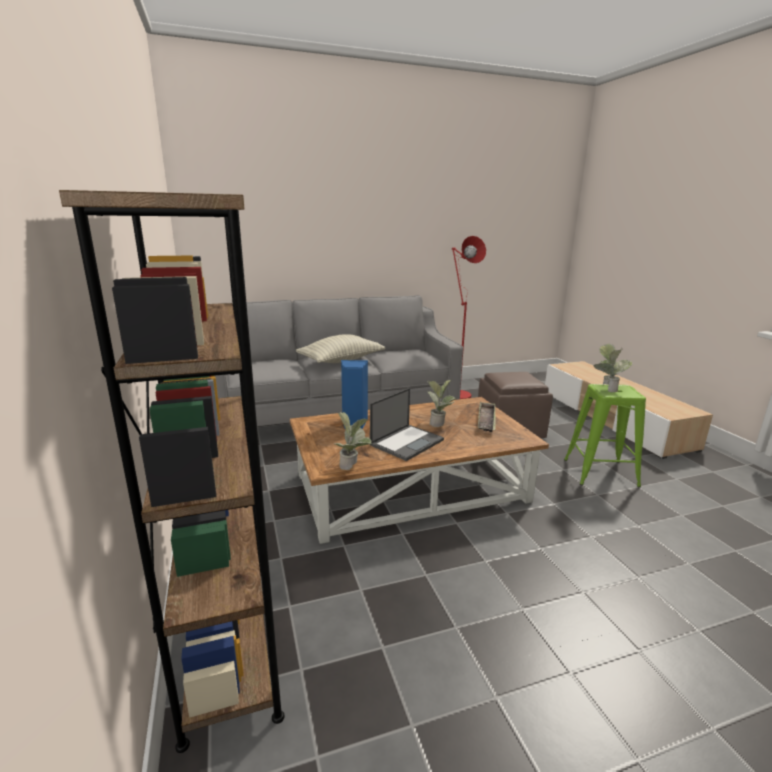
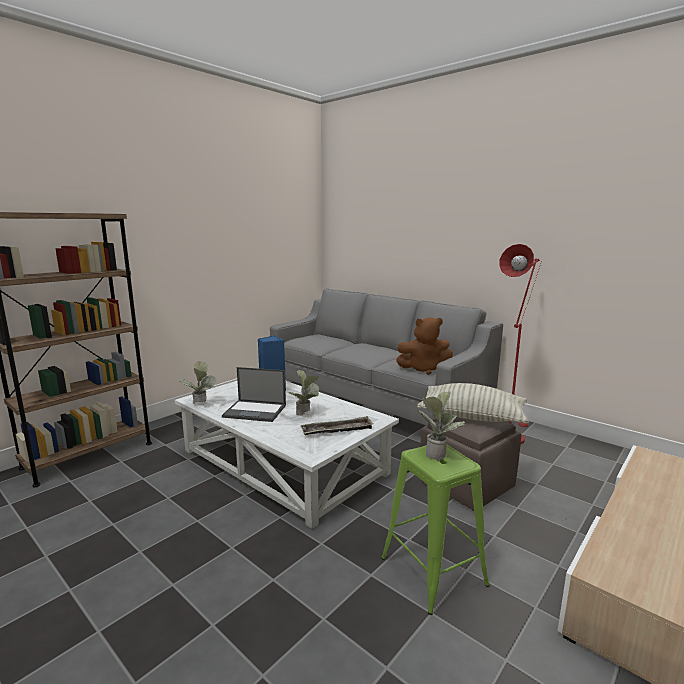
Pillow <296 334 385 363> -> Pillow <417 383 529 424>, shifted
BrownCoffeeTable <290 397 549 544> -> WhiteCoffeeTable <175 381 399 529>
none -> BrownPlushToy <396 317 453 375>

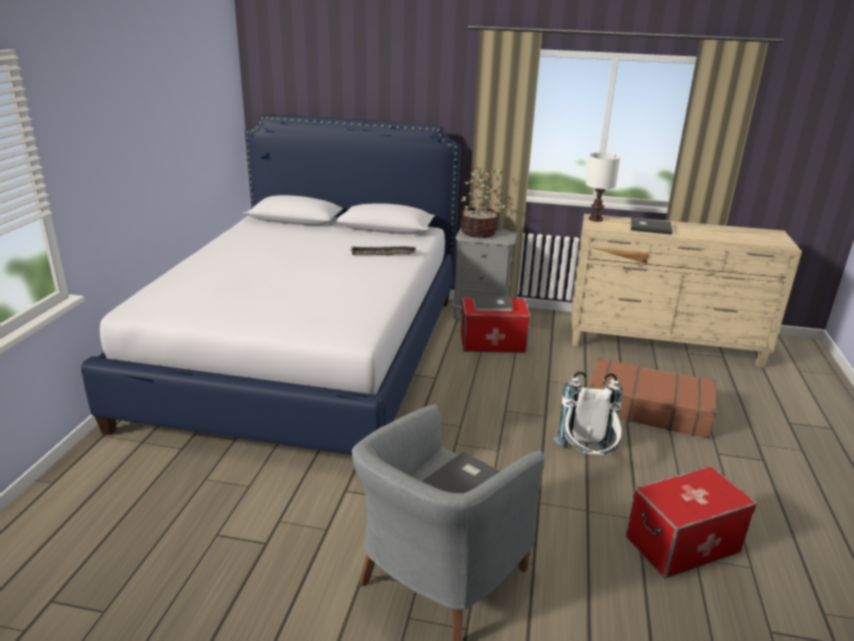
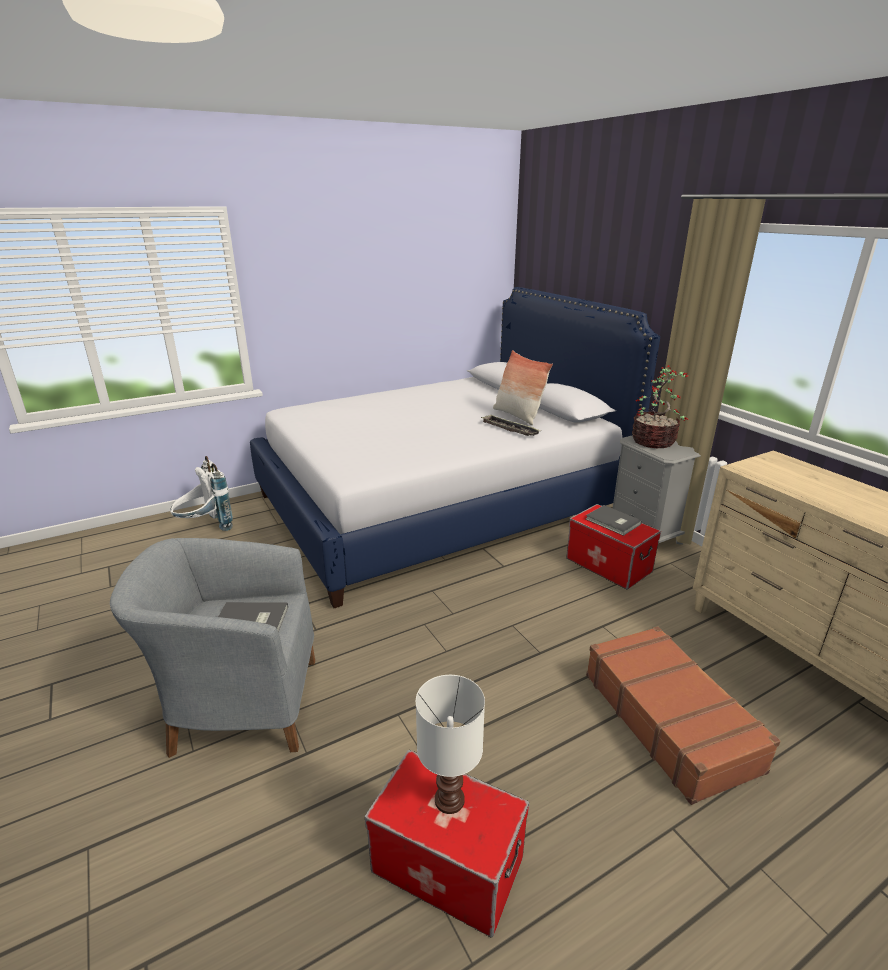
WhiteTableLamp <586 153 620 222> -> WhiteTableLamp <416 675 485 814>, shifted
GreyBook <630 218 673 235> -> none
WhiteBackpack <554 371 623 455> -> WhiteBackpack <170 456 233 531>, shifted
none -> Pillow <493 350 553 425>

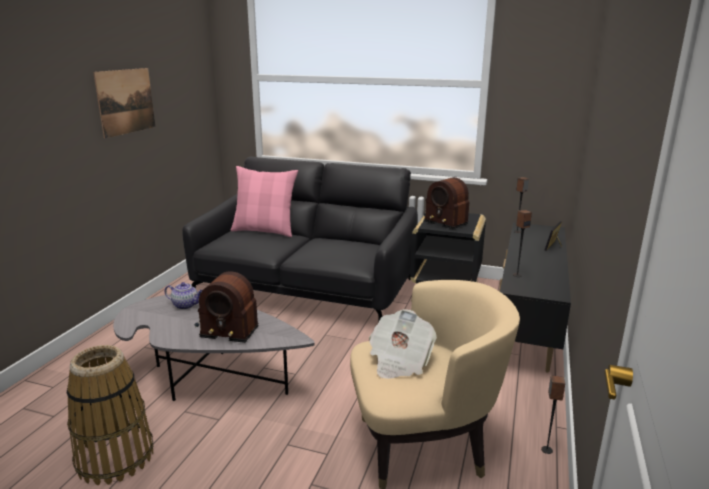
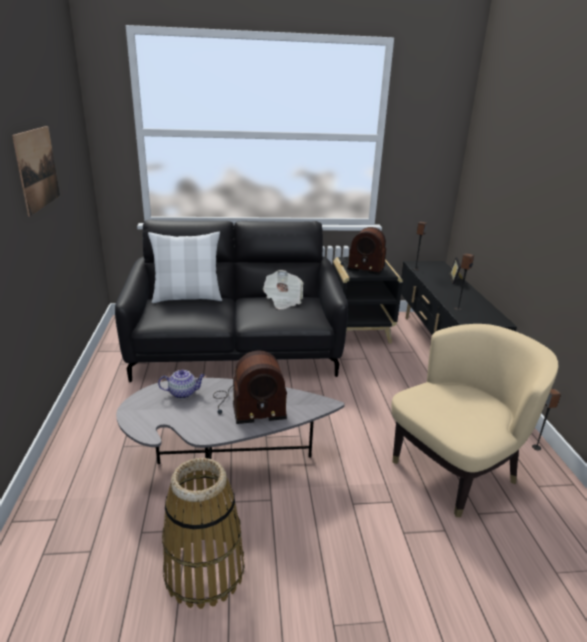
PinkPillow <231 166 298 237> -> WhitePillow <148 232 222 303>
Newspaper <369 309 437 379> -> Newspaper <263 270 303 309>, shifted

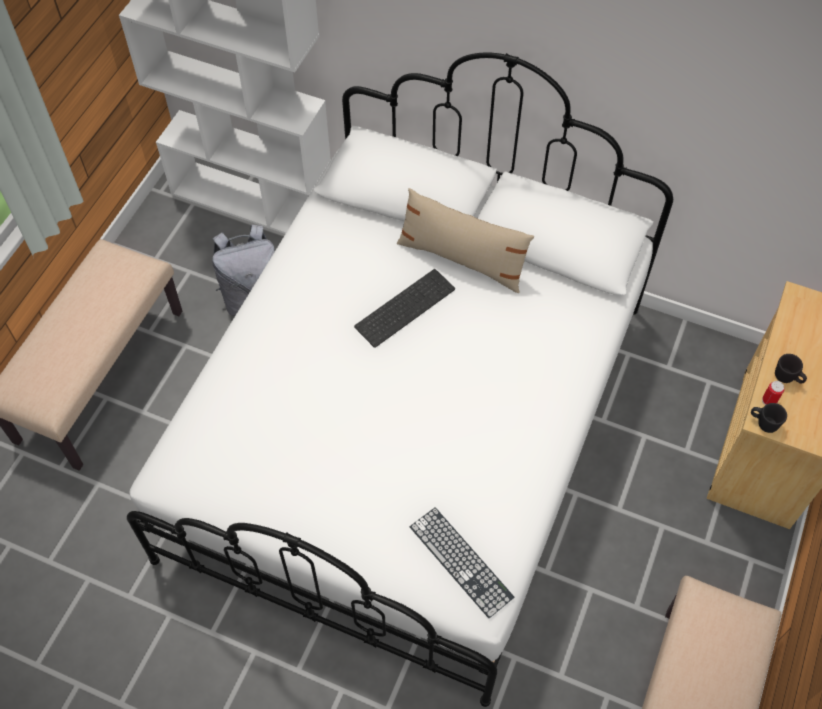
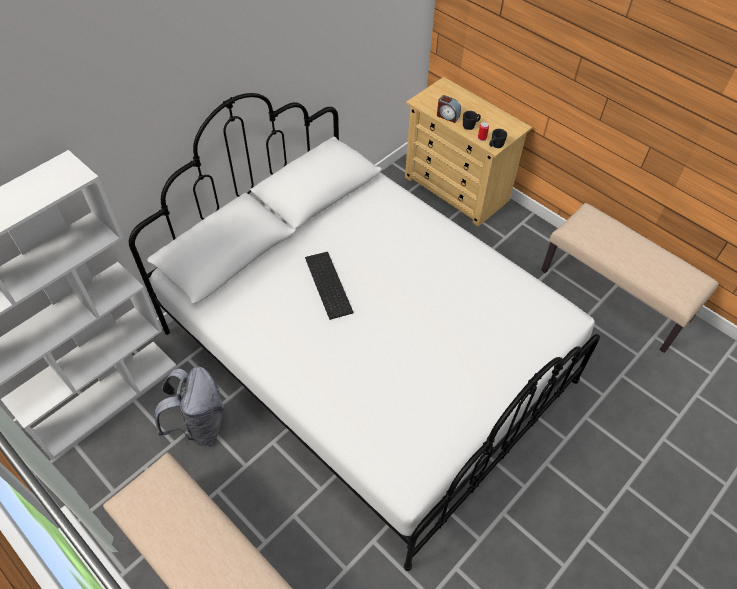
BeigePillow <397 188 534 293> -> none
Keyboard <410 508 514 618> -> none
none -> AlarmClock <437 95 461 123>

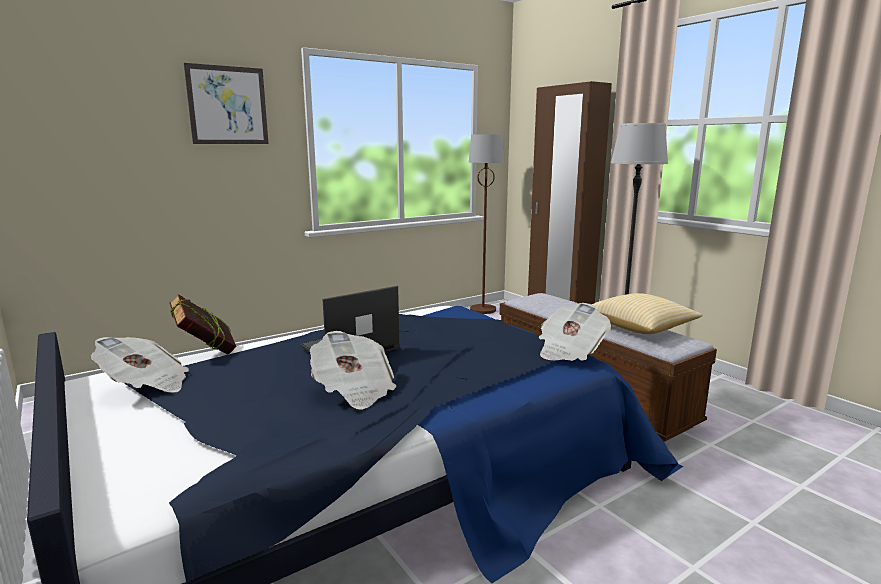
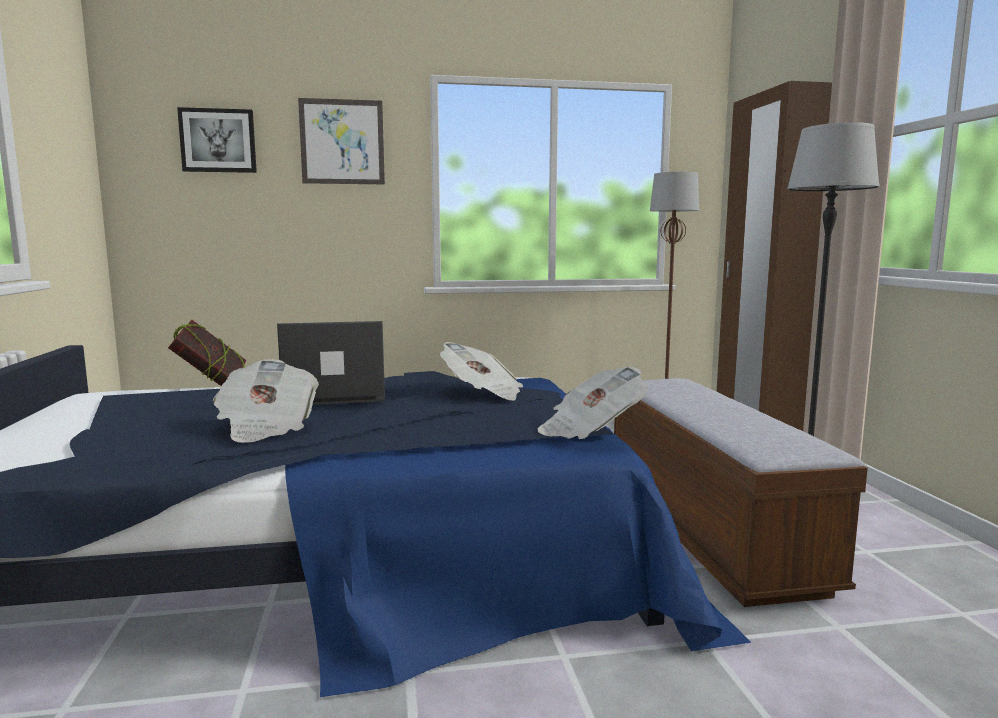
Pillow <592 293 703 334> -> none
Newspaper <91 337 189 393> -> Newspaper <440 342 523 401>, shifted
none -> Picture <177 107 257 173>

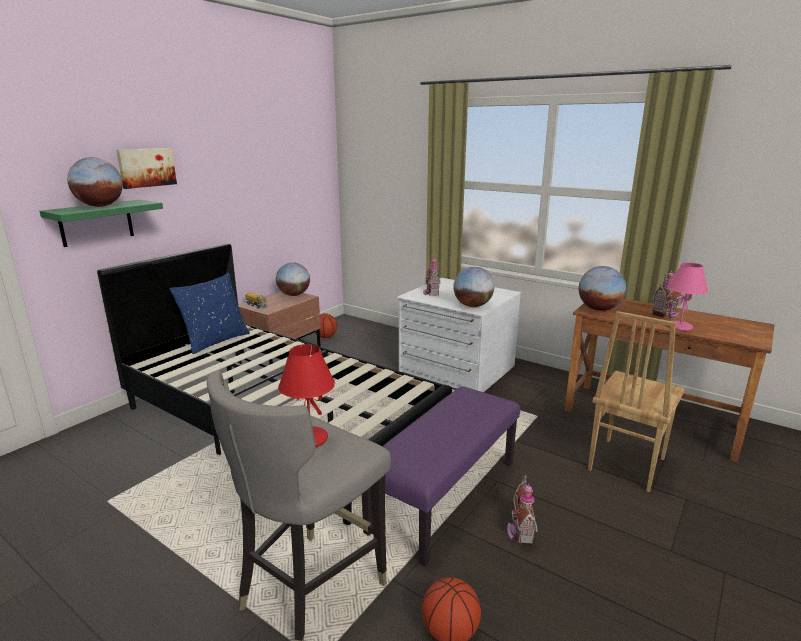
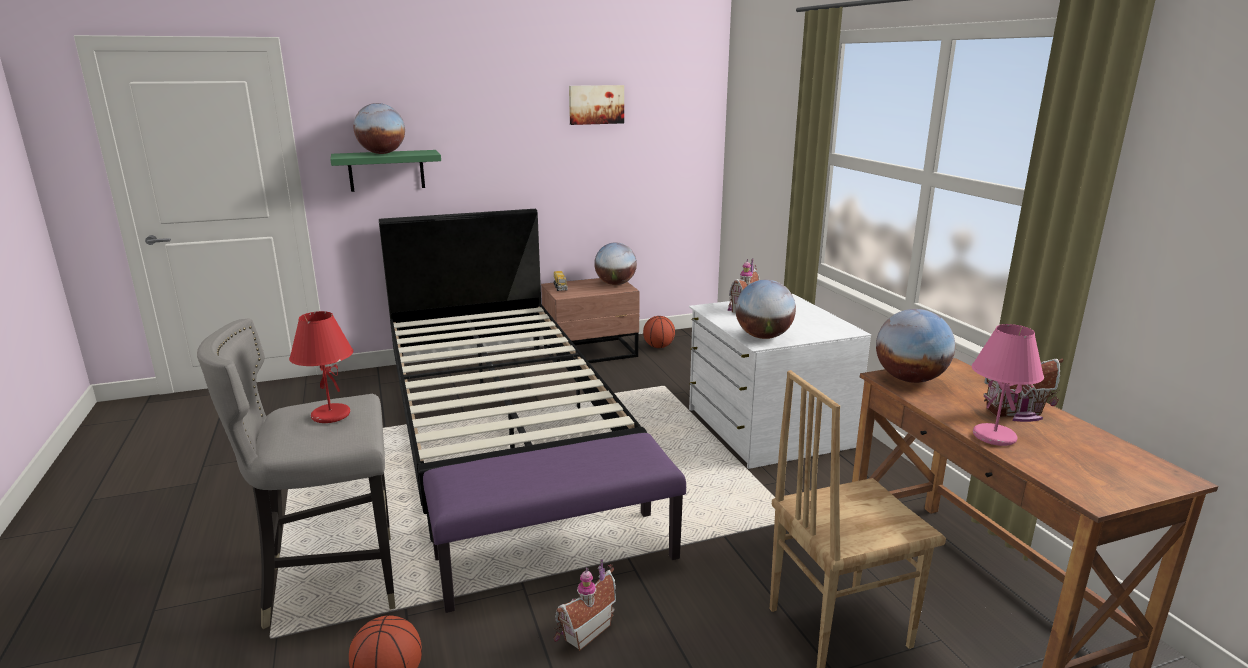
Picture <116 148 177 189> -> Picture <569 85 624 125>, shifted
BluePillow <170 273 250 354> -> none

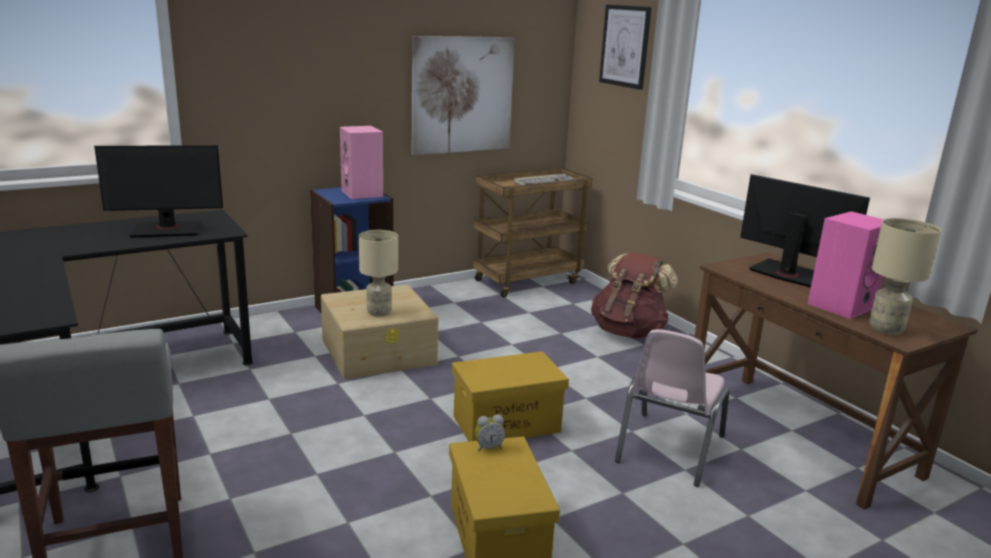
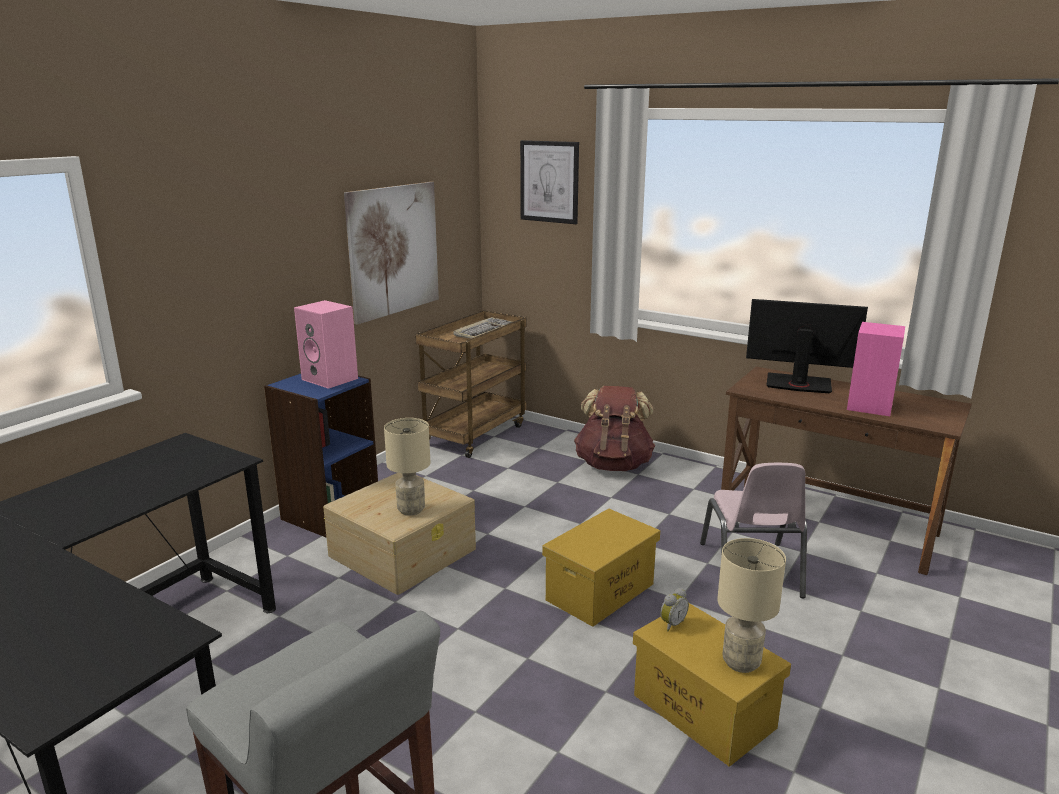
Monitor <94 145 223 238> -> none
BeigeTableLamp <869 218 941 335> -> BeigeTableLamp <717 538 786 673>, shifted

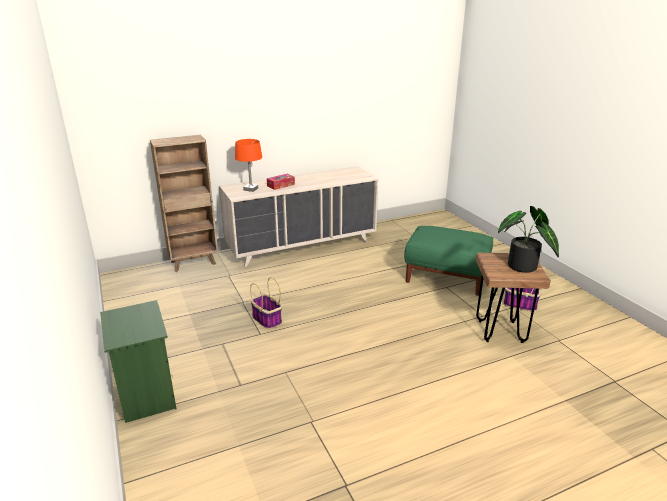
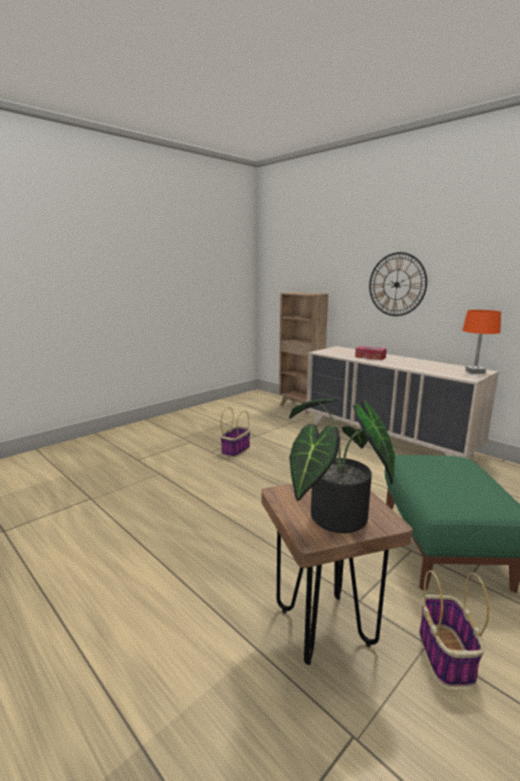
OrangeTableLamp <235 139 262 192> -> OrangeTableLamp <462 310 501 374>, shifted
GreenNightstand <100 300 176 423> -> none
none -> WallClock <369 252 427 316>

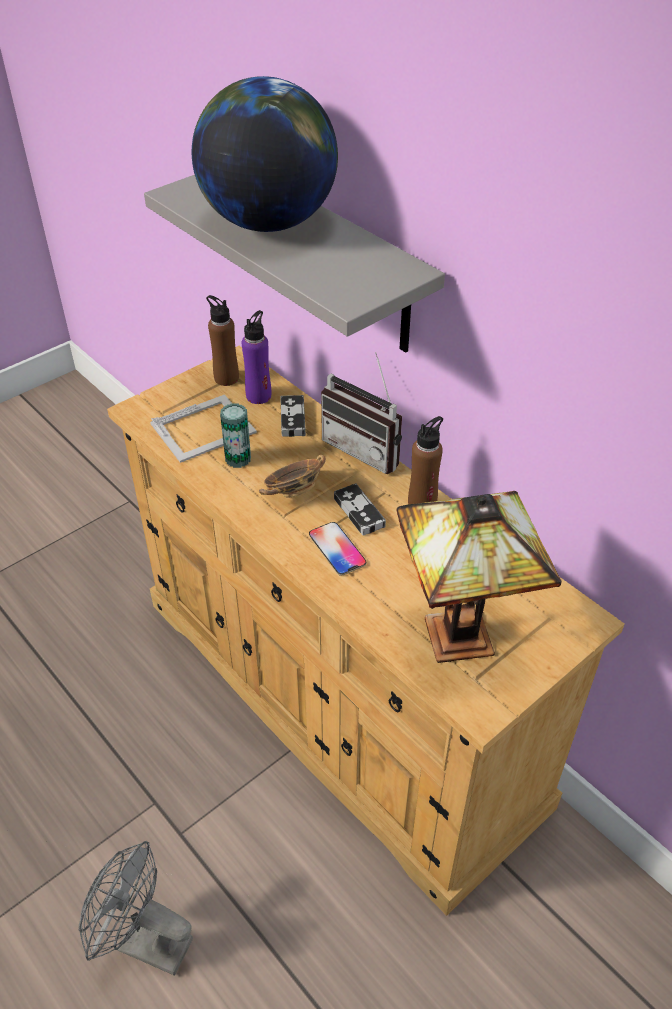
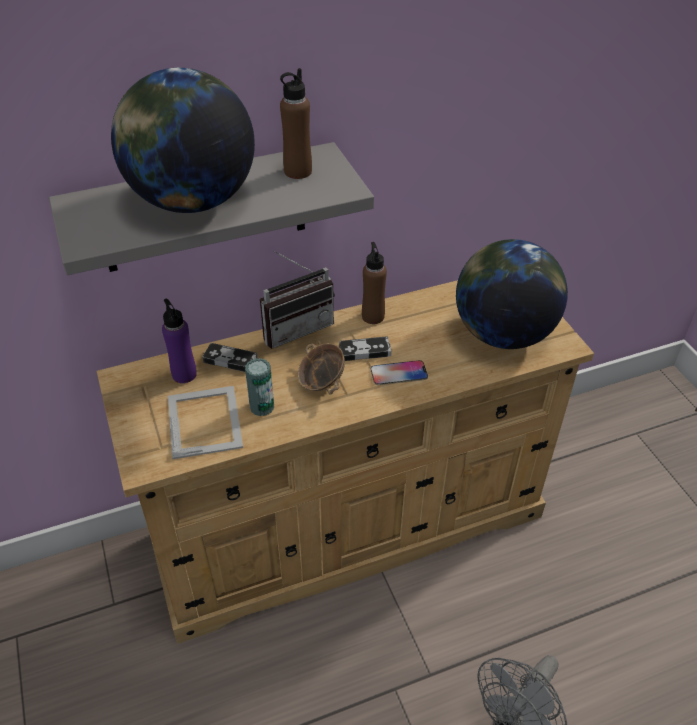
BrownBottle <206 295 239 386> -> BrownBottle <280 68 312 179>, shifted
TableLamp <397 491 561 663> -> Globe <456 239 568 349>

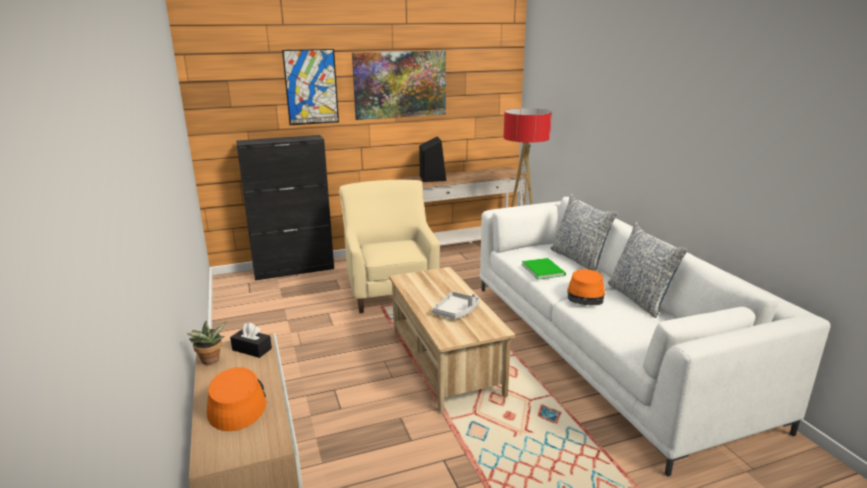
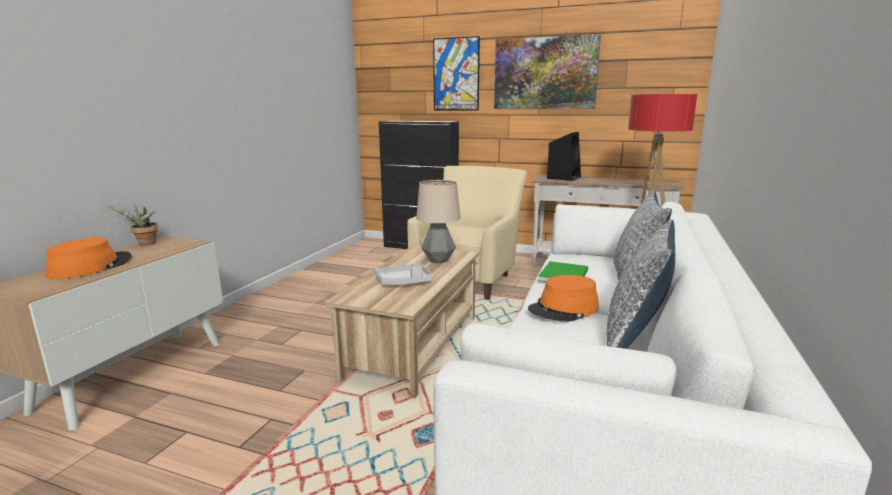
BlackTissueBox <230 322 272 358> -> none
none -> TableLamp <416 180 460 263>

